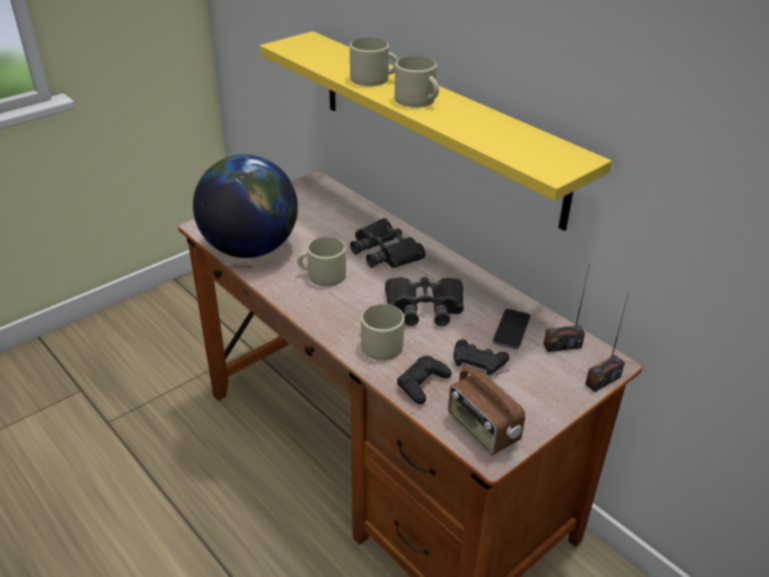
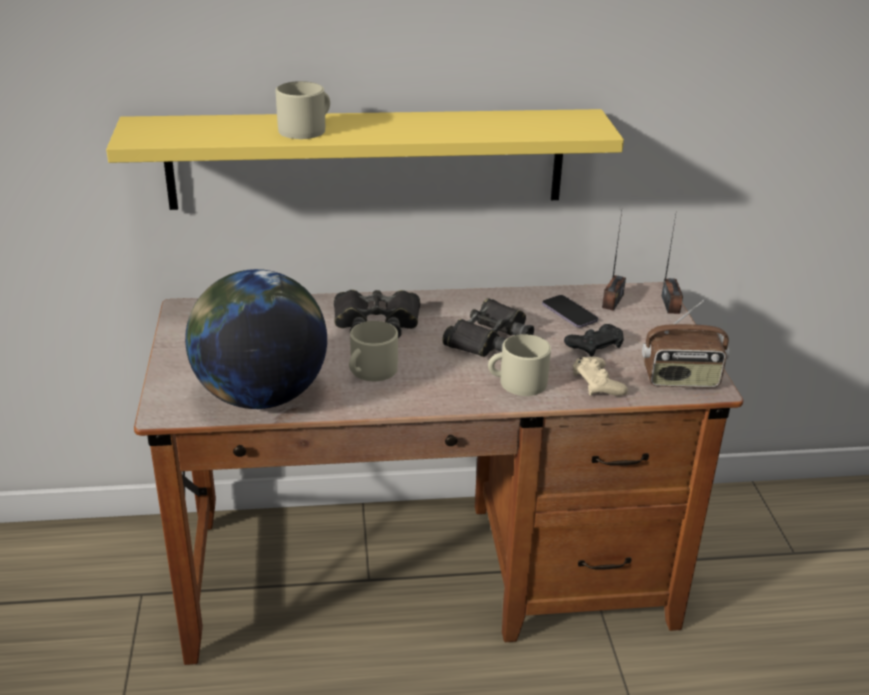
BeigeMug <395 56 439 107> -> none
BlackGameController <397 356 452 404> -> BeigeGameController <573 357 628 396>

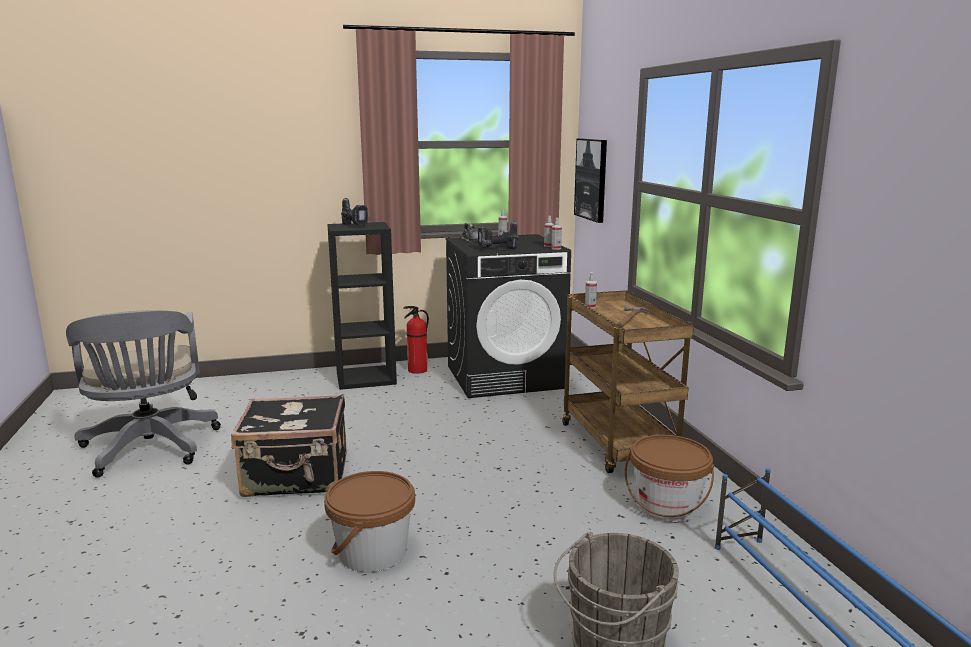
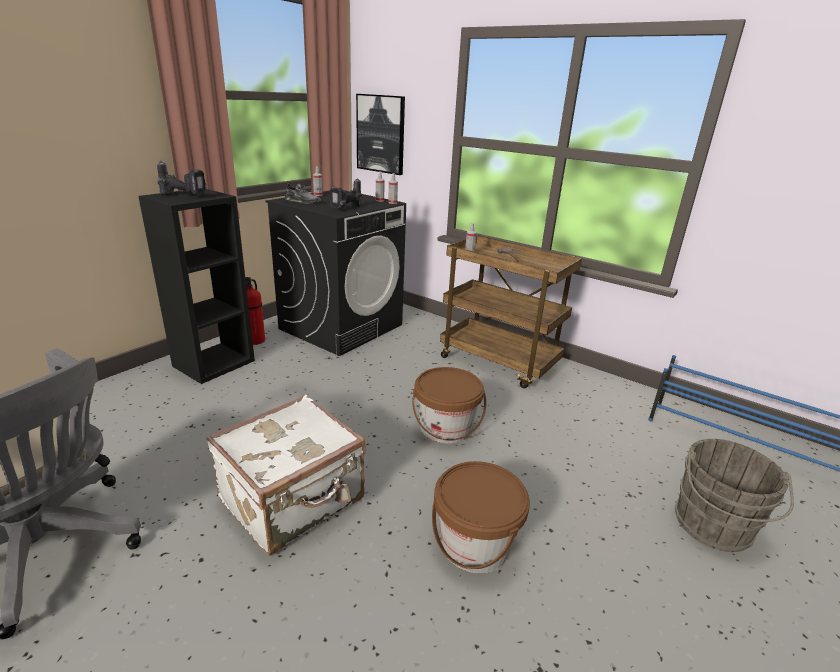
BlackSuitcase <231 394 347 497> -> WhiteSuitcase <206 395 365 556>
BrownBucket <625 435 714 522> -> BrownBucket <413 367 486 444>, shifted

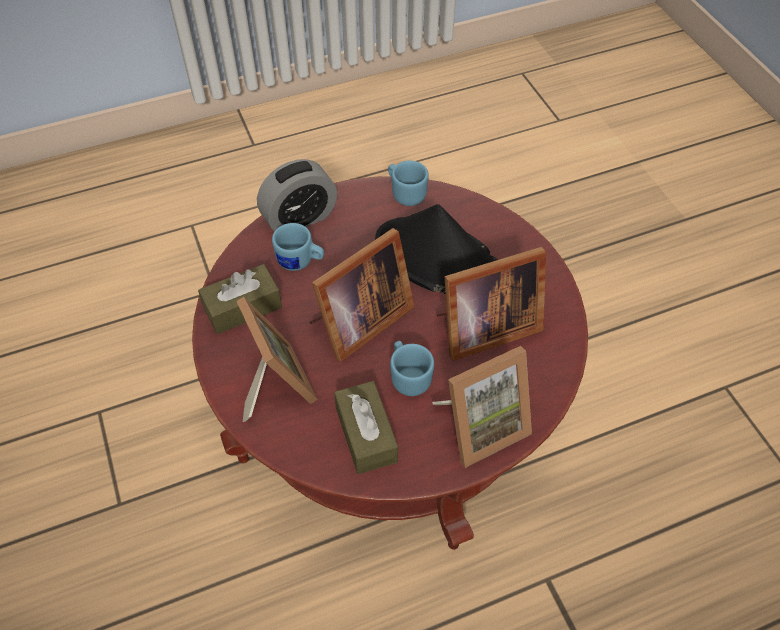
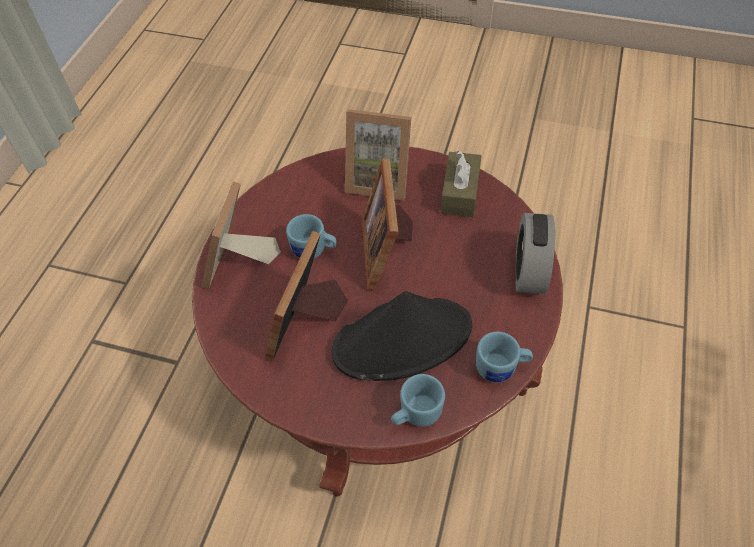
BlueMug <272 223 324 271> -> BlueMug <391 374 445 427>, shifted
BrownTissueBox <334 381 398 474> -> none

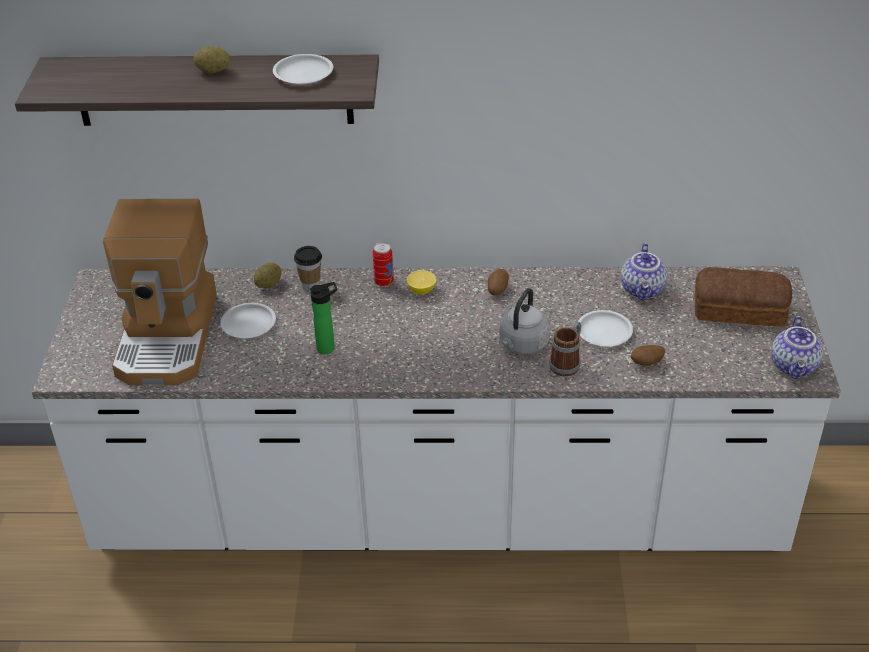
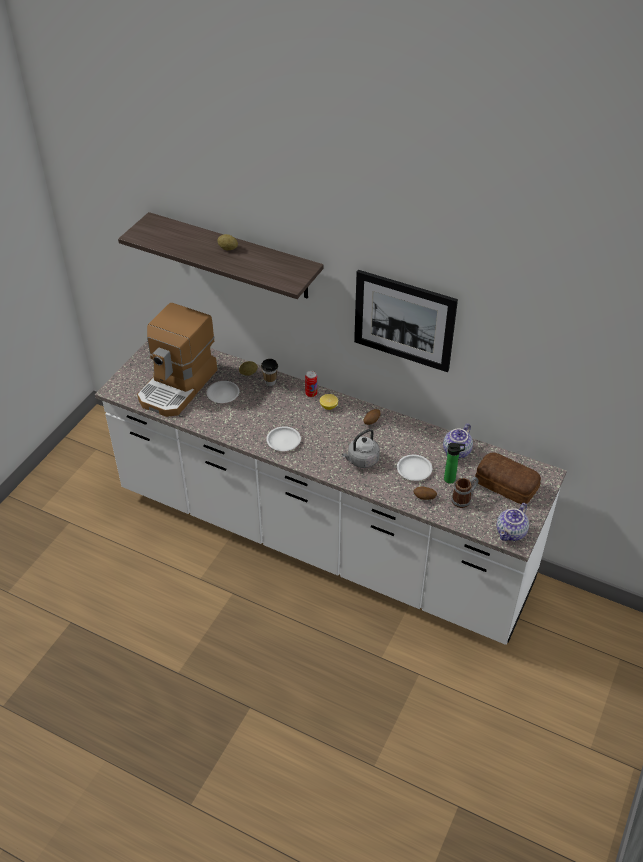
WhitePlate <273 54 333 84> -> WhitePlate <266 426 301 451>, shifted
Bottle <310 282 337 354> -> Bottle <444 443 465 484>, shifted
Mug <549 321 581 376> -> Mug <451 477 479 508>, shifted
none -> Picture <354 270 458 372>

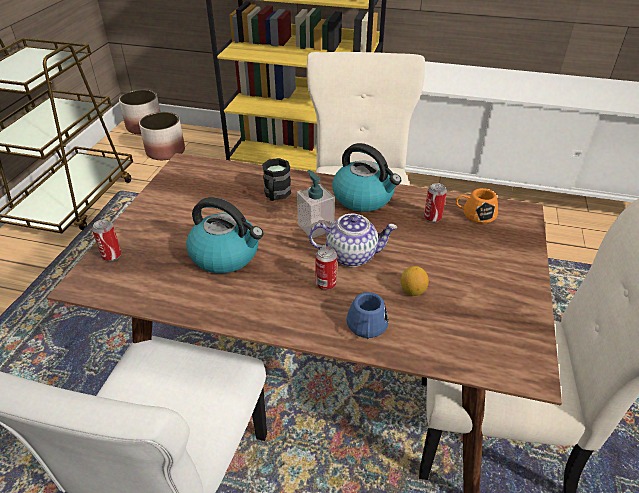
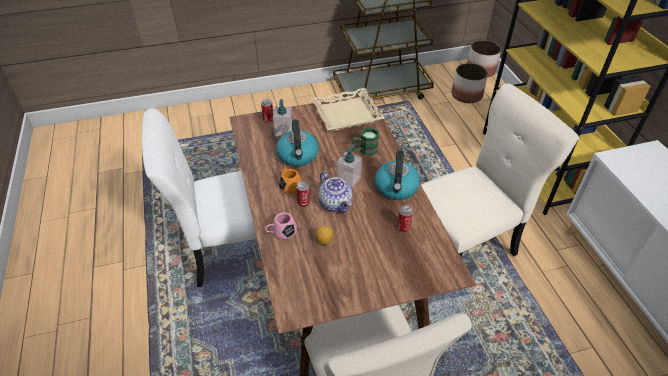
BlackMug <262 158 291 201> -> GreenMug <352 127 379 156>
OrangeMug <456 188 498 224> -> OrangeMug <279 165 302 194>, shifted
BlueMug <347 292 389 339> -> PinkMug <265 212 297 239>
none -> BeigeTray <311 88 385 131>
none -> SoapDispenser <273 99 292 136>

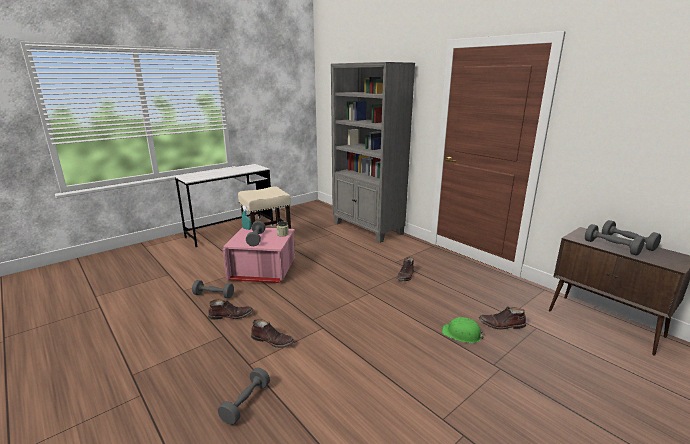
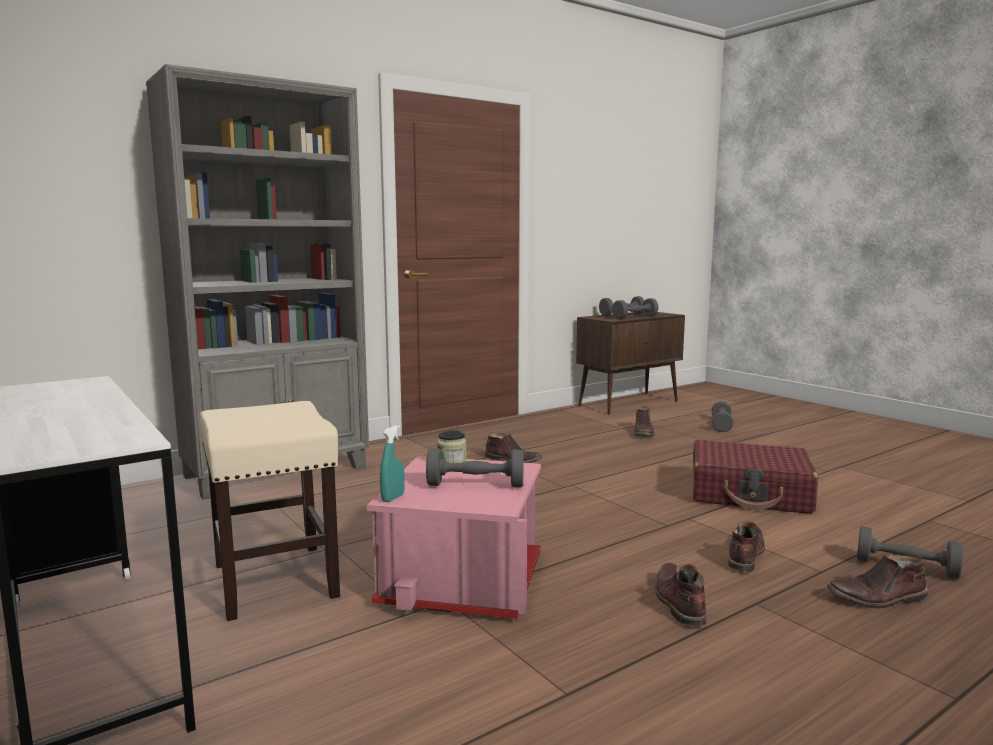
GreyDumbbell <192 280 234 298> -> GreyDumbbell <711 401 734 432>, shifted
GreenHardHat <442 317 485 343> -> none
none -> RedSuitcase <693 440 818 514>
none -> BrownBoot <827 554 928 608>

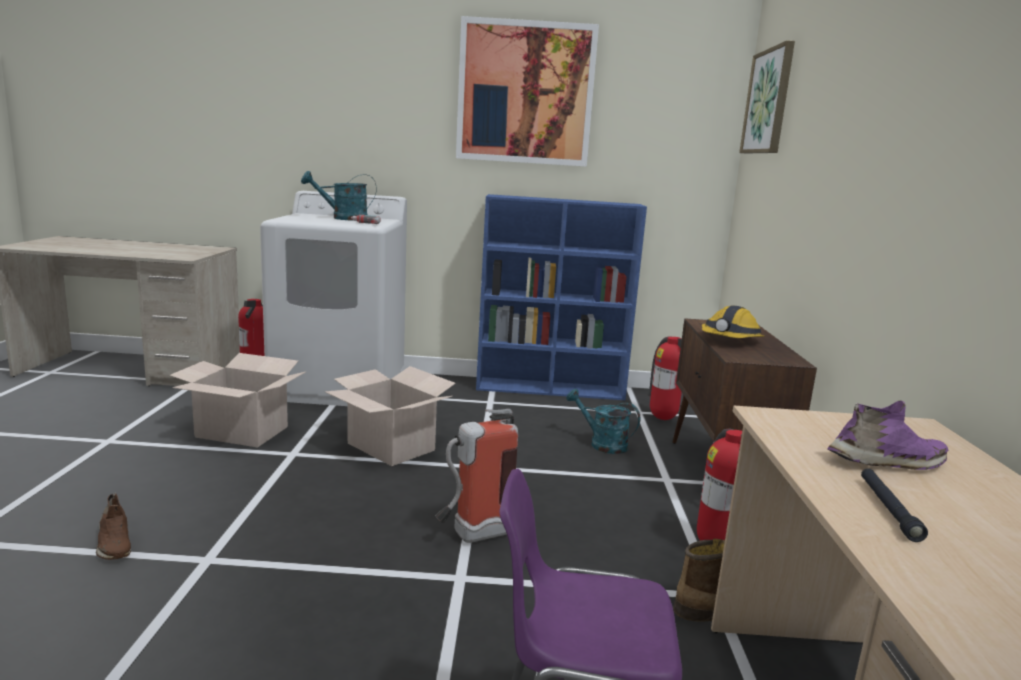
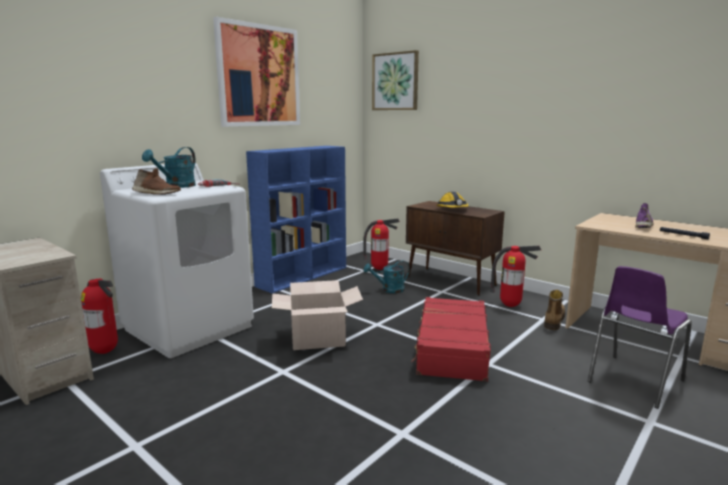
CardboardBox <169 353 307 448> -> none
FireExtinguisher <435 409 518 543> -> RedSuitcase <411 297 491 382>
BrownShoe <96 493 131 560> -> BrownShoe <132 168 181 195>, shifted

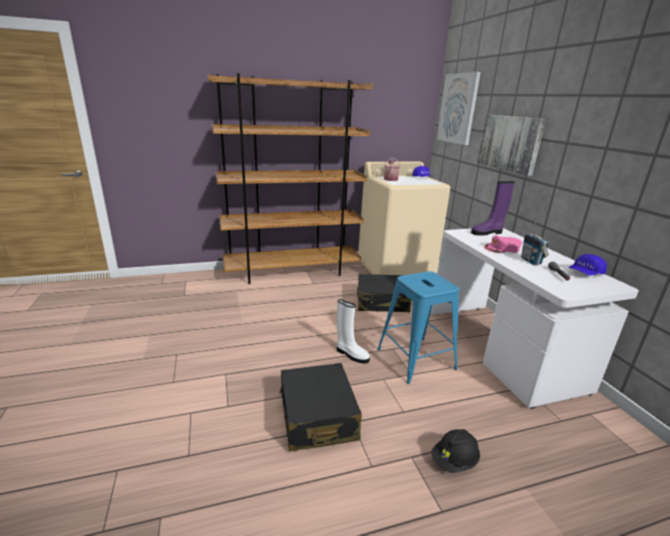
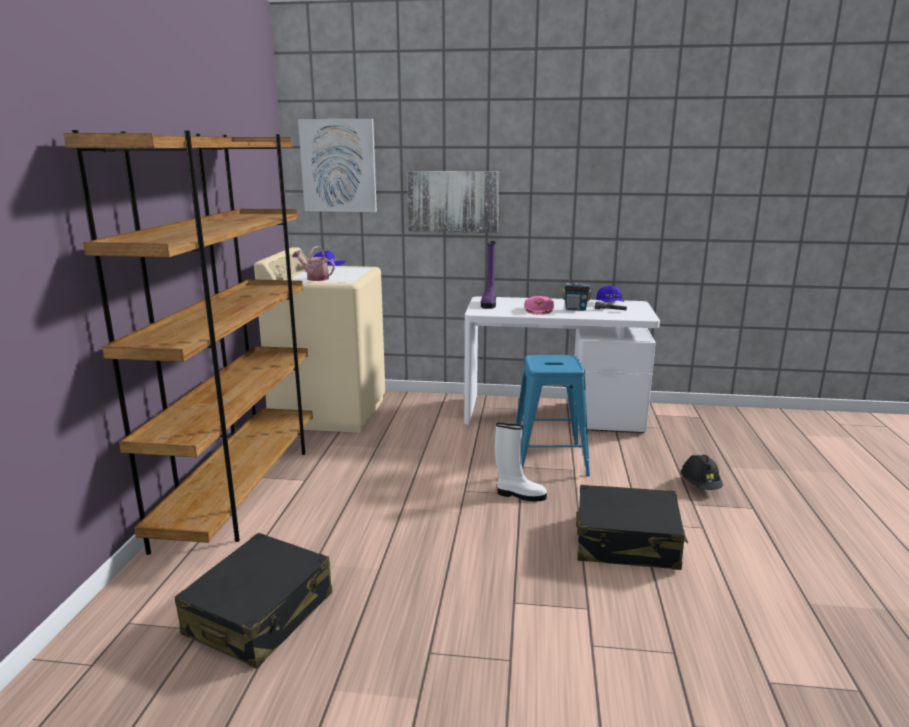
BlackSuitcase <357 274 411 312> -> BlackSuitcase <175 533 332 669>, shifted
WhiteBoot <336 299 370 364> -> WhiteBoot <495 423 547 501>, 45 degrees clockwise

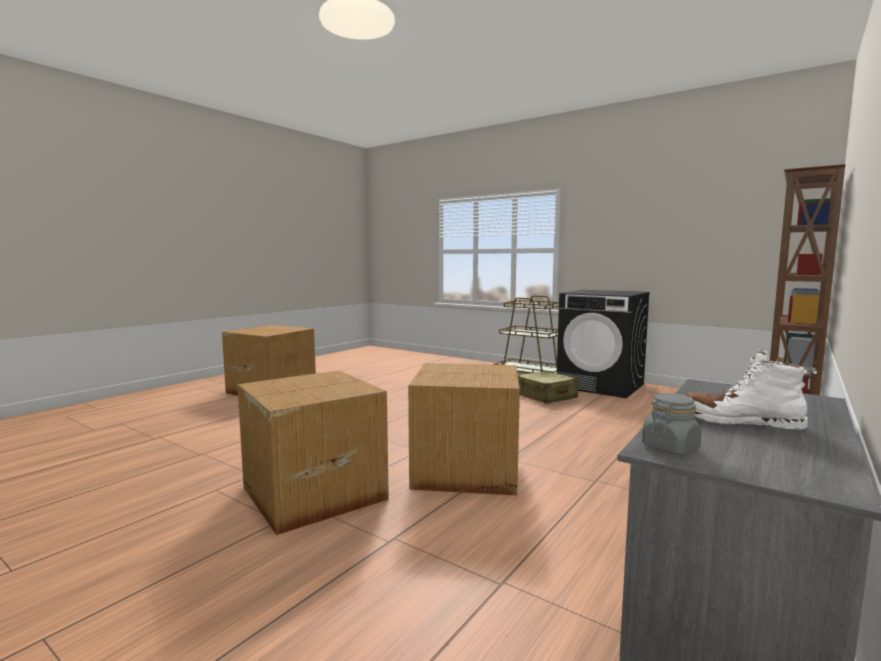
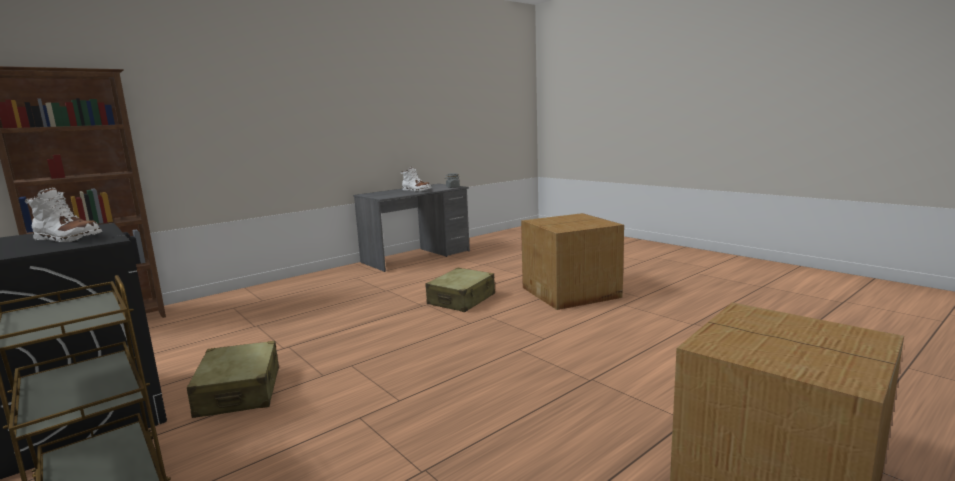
CardboardBox <408 363 520 495> -> BeigeSuitcase <425 268 495 312>
none -> WhiteBoot <25 187 102 242>

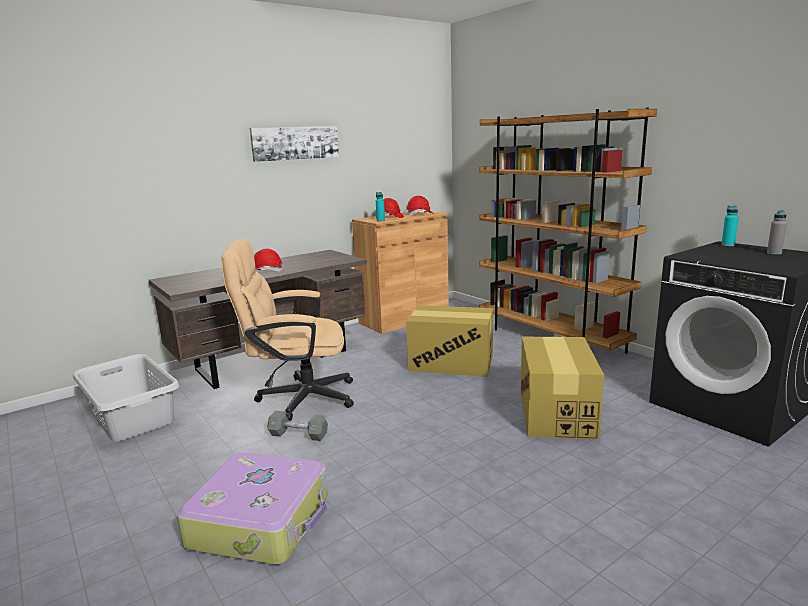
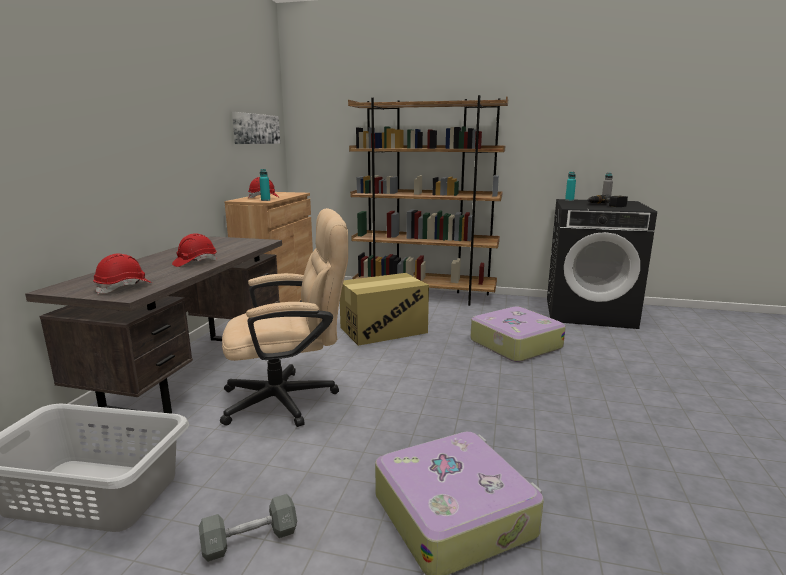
Picture <250 126 339 162> -> Picture <232 112 280 144>, shifted
RedHardHat <406 196 432 216> -> RedHardHat <93 253 152 295>, shifted
BeigeOfficeChair <221 238 354 421> -> BeigeOfficeChair <220 208 348 427>, 150 degrees counterclockwise
CardboardBox <520 337 604 439> -> Suitcase <470 306 566 362>
GreyDumbbell <267 411 328 441> -> GreyDumbbell <199 494 297 562>, shifted
none -> PowerDrill <588 195 628 207>

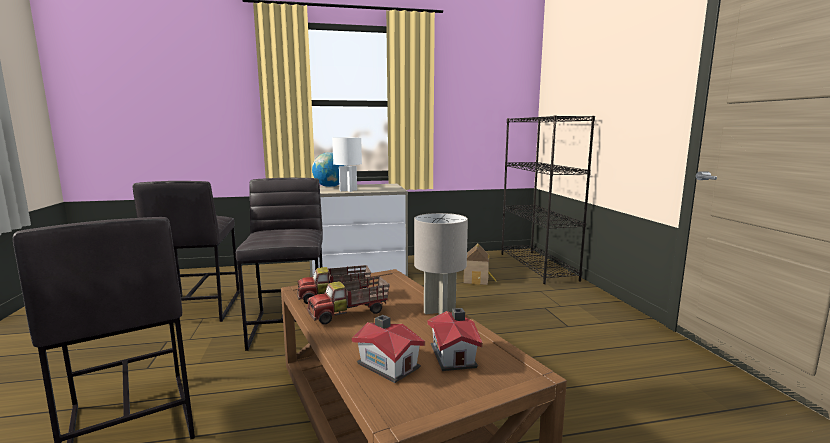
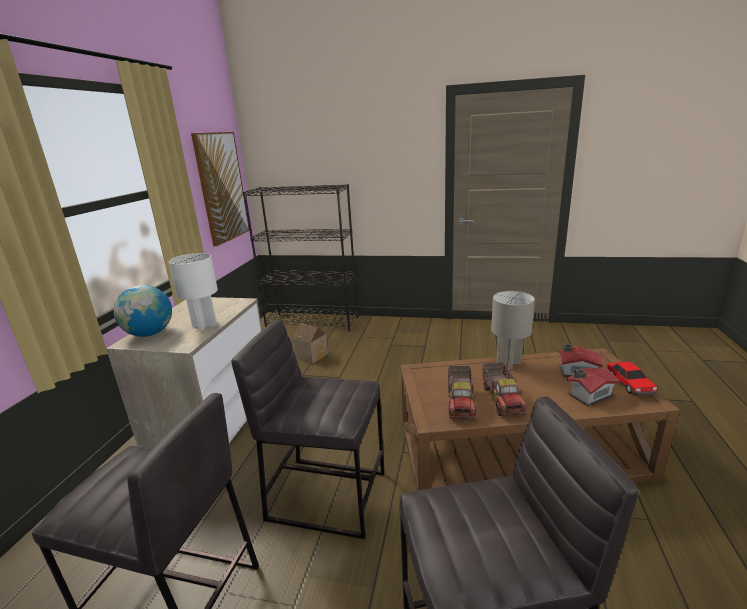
none -> Picture <191 132 250 247>
none -> ToyCar <606 362 658 396>

